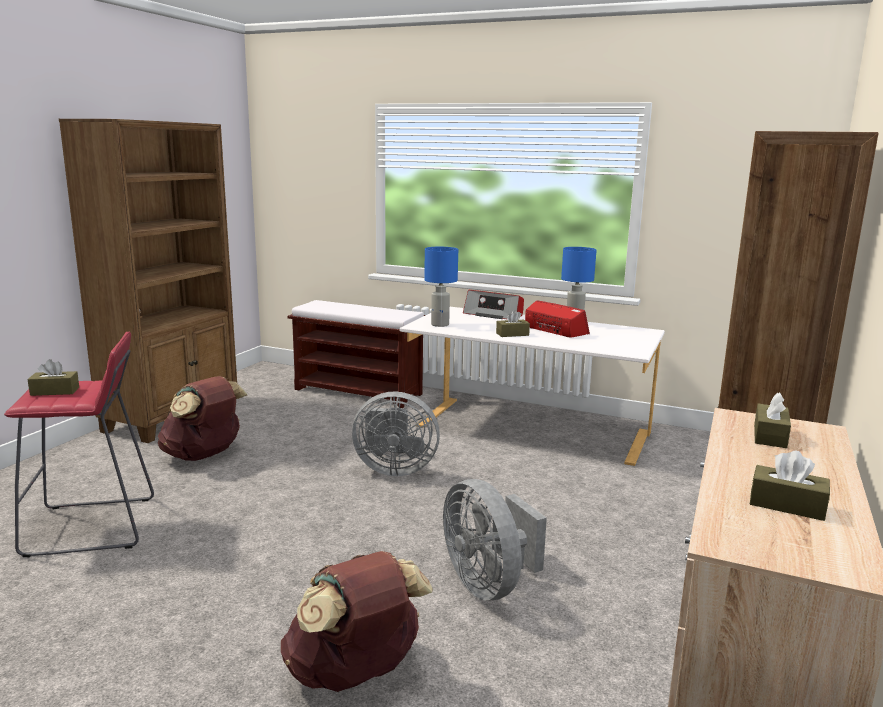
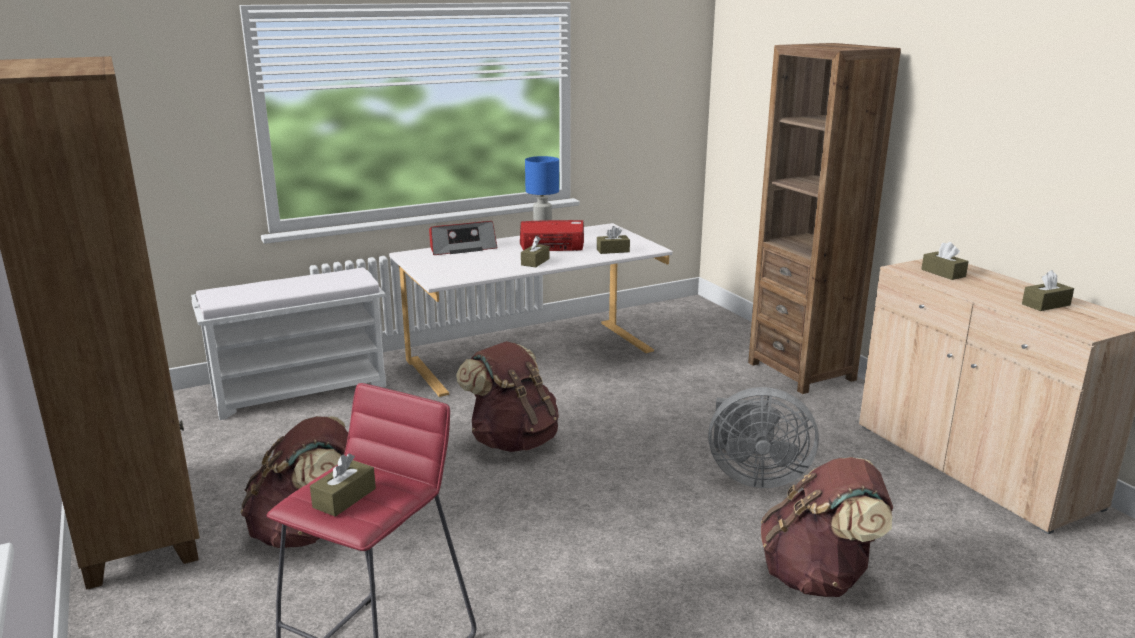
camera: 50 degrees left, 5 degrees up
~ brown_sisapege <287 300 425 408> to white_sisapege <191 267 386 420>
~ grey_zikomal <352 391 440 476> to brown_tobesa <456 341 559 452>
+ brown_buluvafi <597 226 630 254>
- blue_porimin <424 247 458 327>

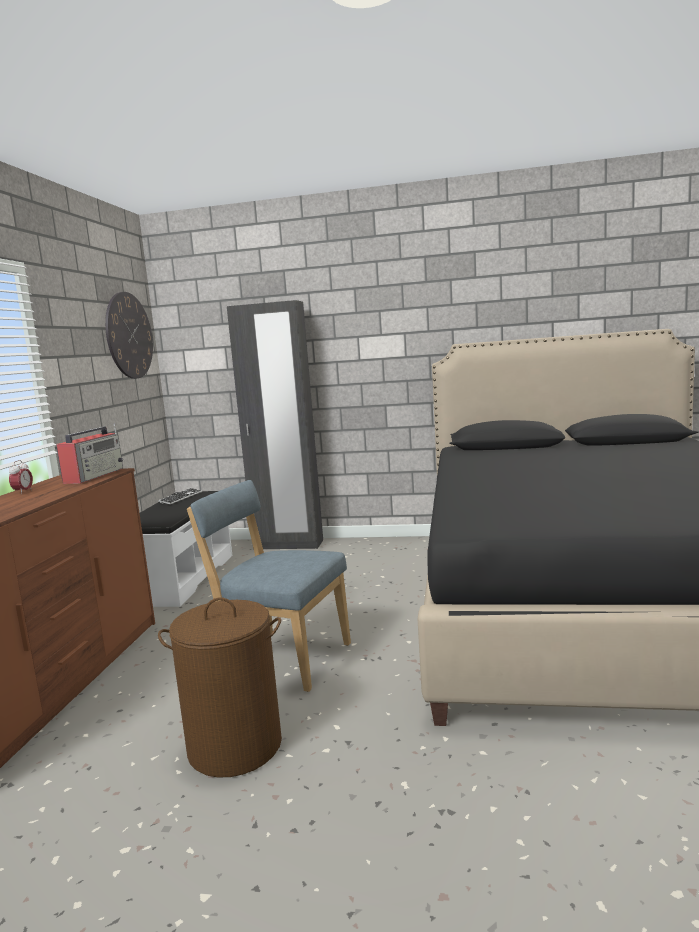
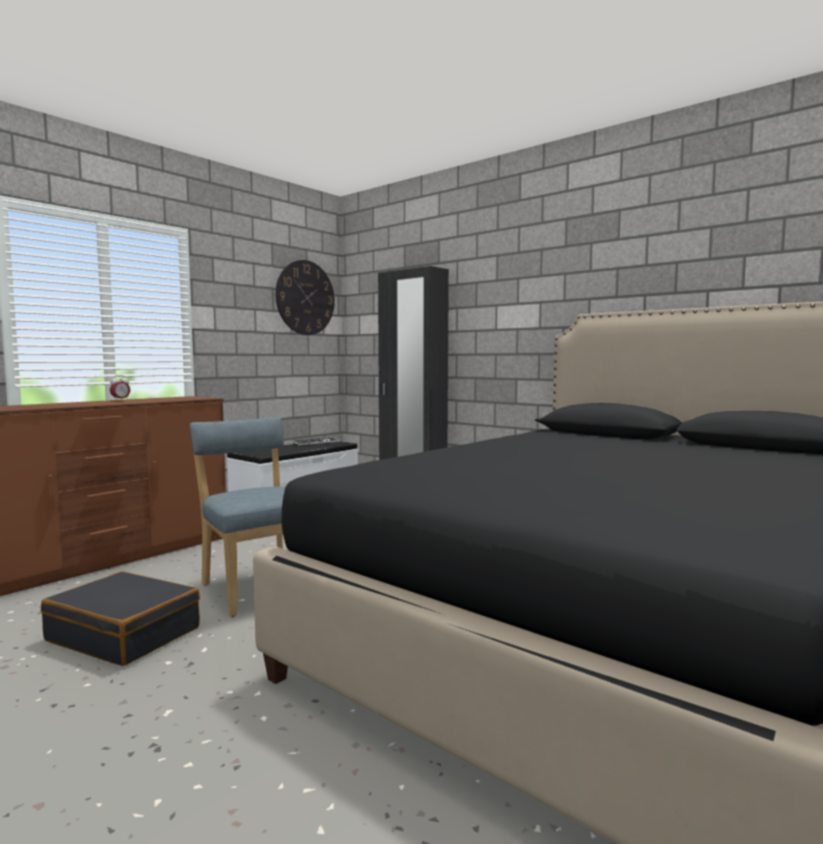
camera: 30 degrees right, 5 degrees down
~ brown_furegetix <158 597 282 778> to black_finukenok <41 571 200 666>
- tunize <56 423 123 484>

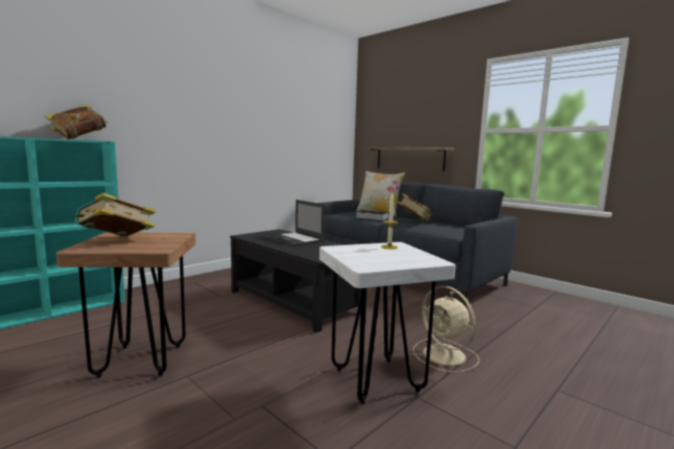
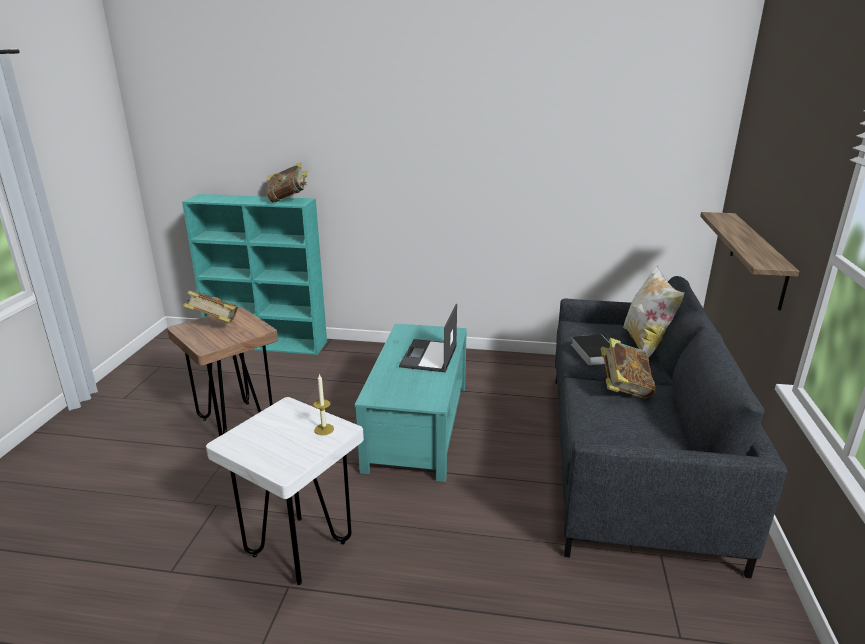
camera: 55 degrees right, 15 degrees up
~ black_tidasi <230 229 367 333> to turquoise_tidasi <355 324 467 482>
- beige_zikomal <413 286 479 372>

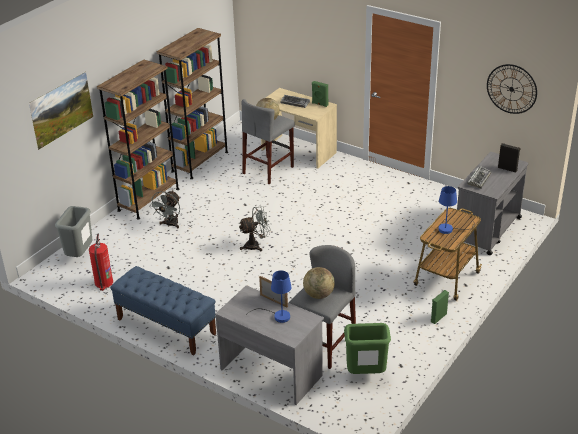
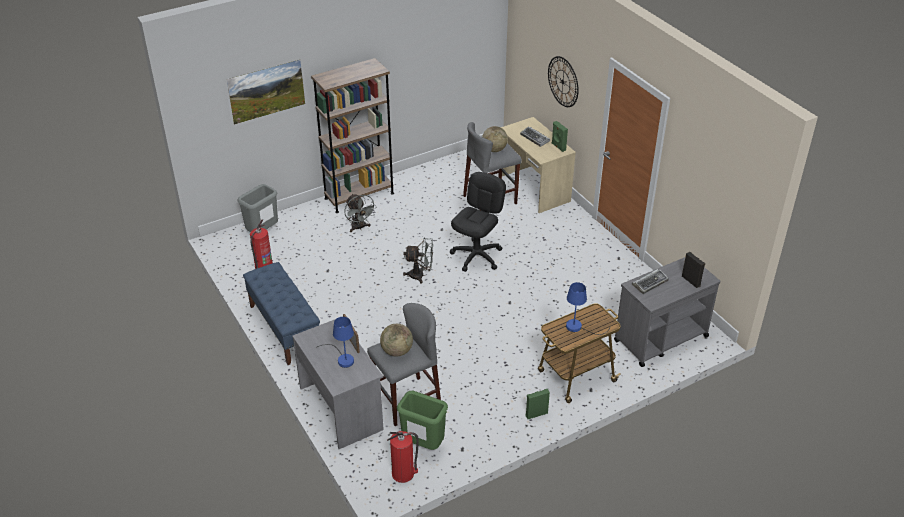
camera: 25 degrees right, 5 degrees up
~ grey_zikomal <149 190 180 228> = <344 194 375 232> 75 degrees counterclockwise
+ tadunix <387 431 419 483>
+ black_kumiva <450 172 506 272>
~ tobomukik <487 64 537 114> to <548 56 579 107>
- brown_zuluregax <157 28 228 179>

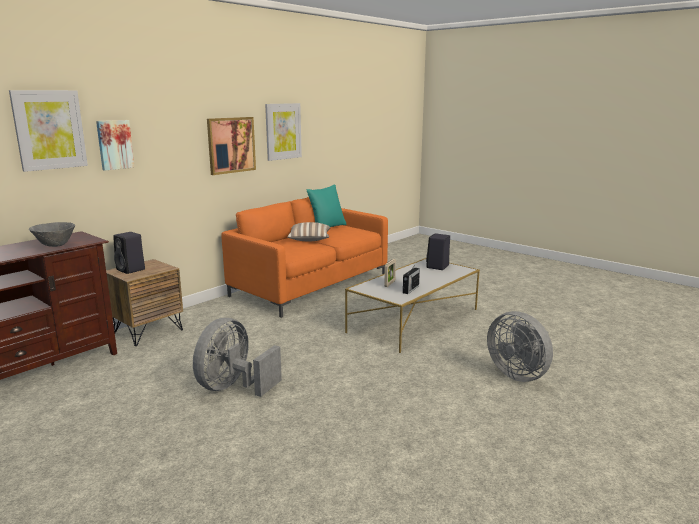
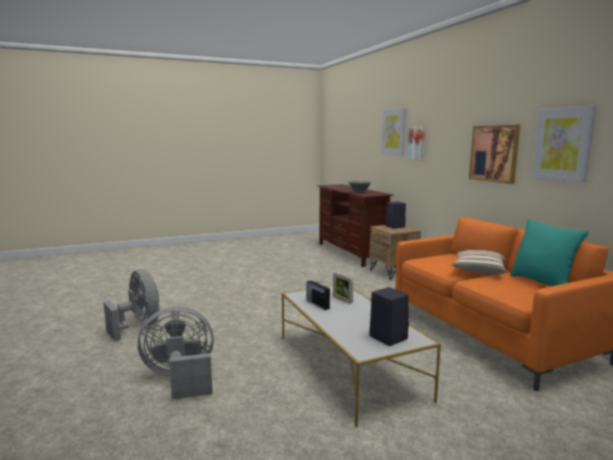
camera: 115 degrees right, 5 degrees down
~ grey_zikomal <193 318 282 397> to <103 269 160 341>

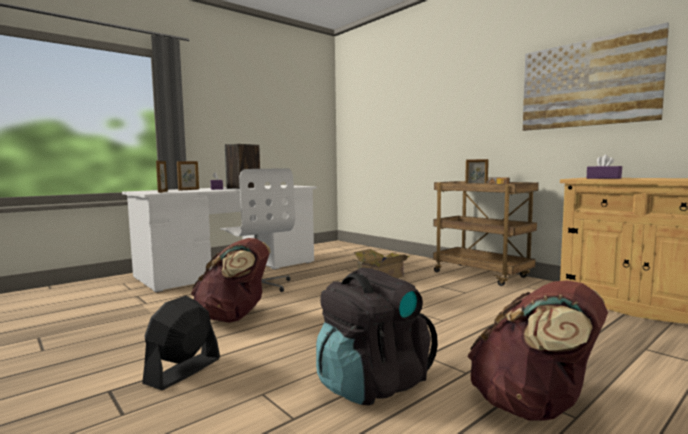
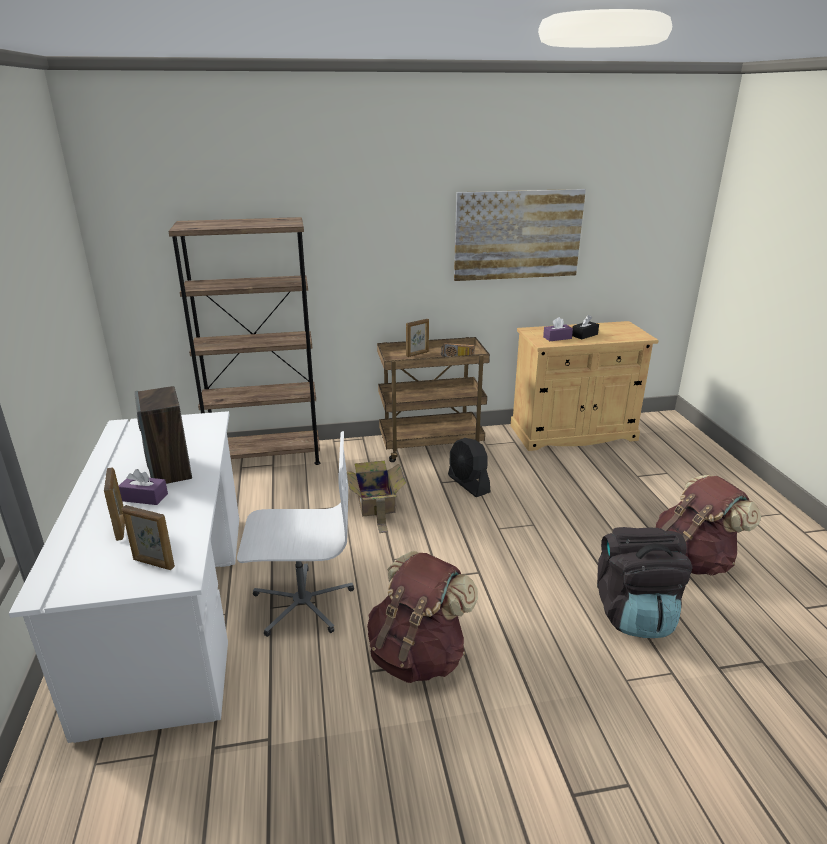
camera: 60 degrees left, 20 degrees up
+ brown_zuluregax <168 217 320 465>
~ black_zikomal <142 296 220 390> to <448 438 490 497>
+ black_buluvafi <572 315 599 339>

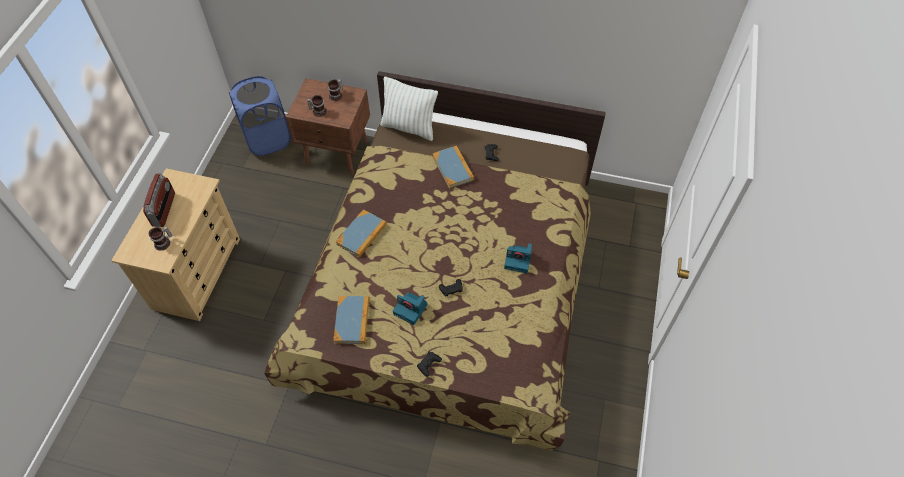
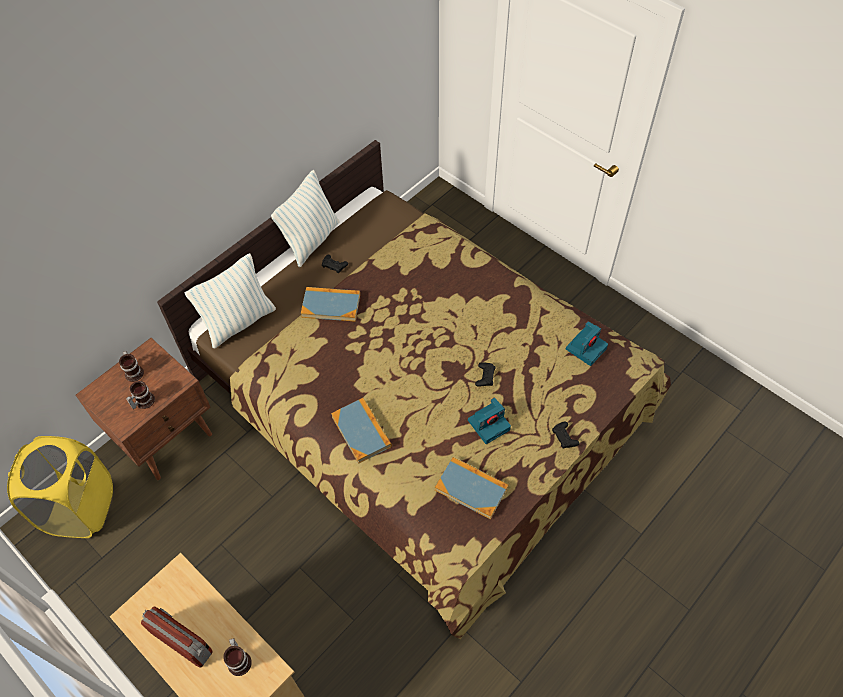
camera: 60 degrees left, 0 degrees up
~ blue_furegetix <229 76 291 156> to yellow_furegetix <7 436 113 538>
+ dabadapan <271 170 339 267>
~ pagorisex <504 243 532 273> to <566 322 608 366>

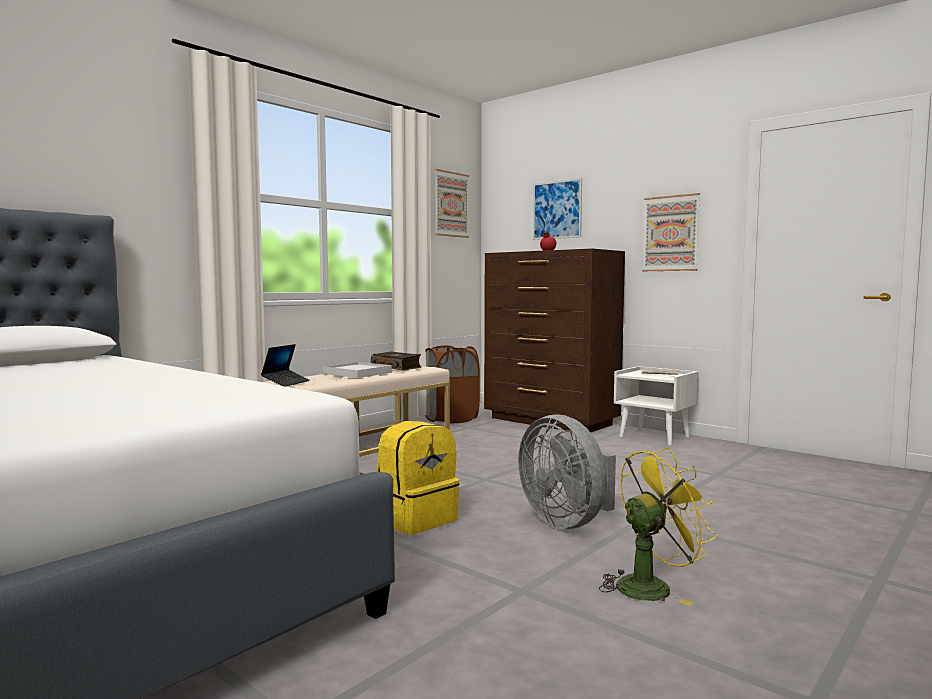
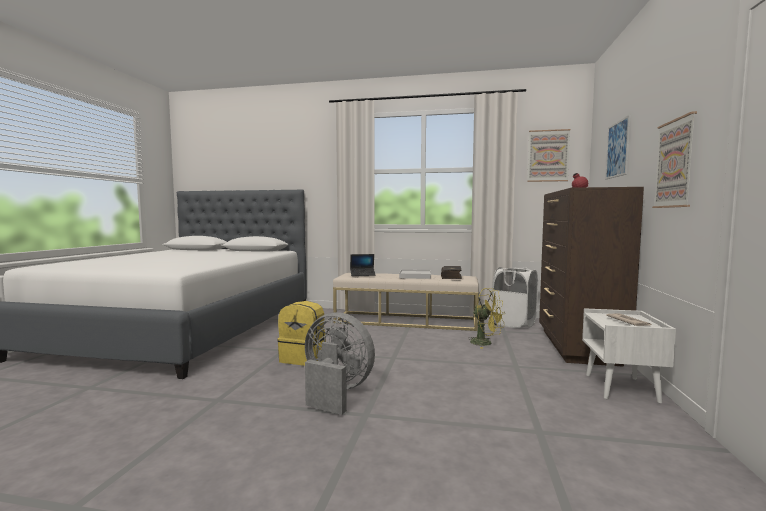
camera: 60 degrees right, 0 degrees up
~ grey_zikomal <518 414 616 529> = <305 312 375 415> 90 degrees clockwise
~ yellow_zikomal <599 448 717 606> to <467 288 505 349>
~ brown_furegetix <425 345 480 423> to white_furegetix <492 267 538 328>

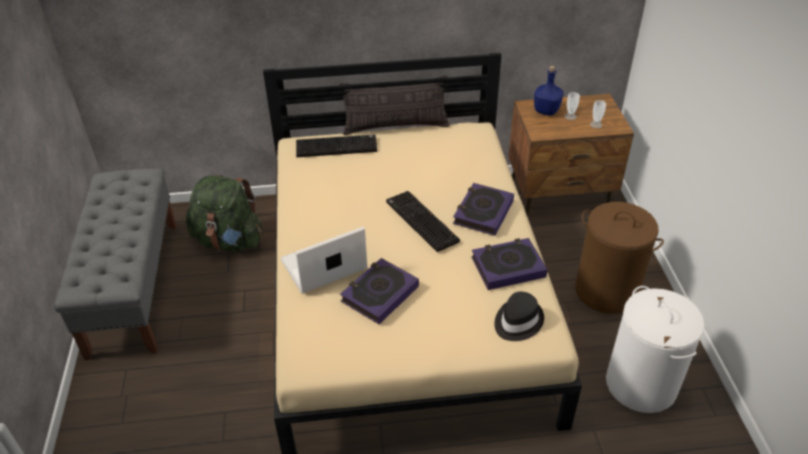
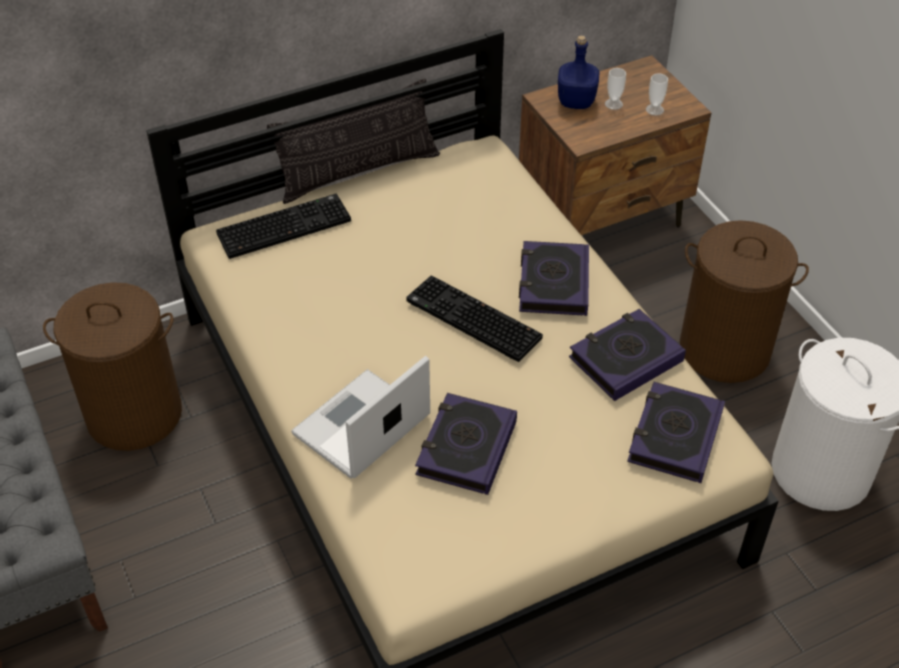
camera: 20 degrees left, 5 degrees up
~ green_tobesa <186 175 263 251> to brown_furegetix <43 282 182 451>
~ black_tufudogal <494 292 544 341> to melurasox <627 382 725 483>

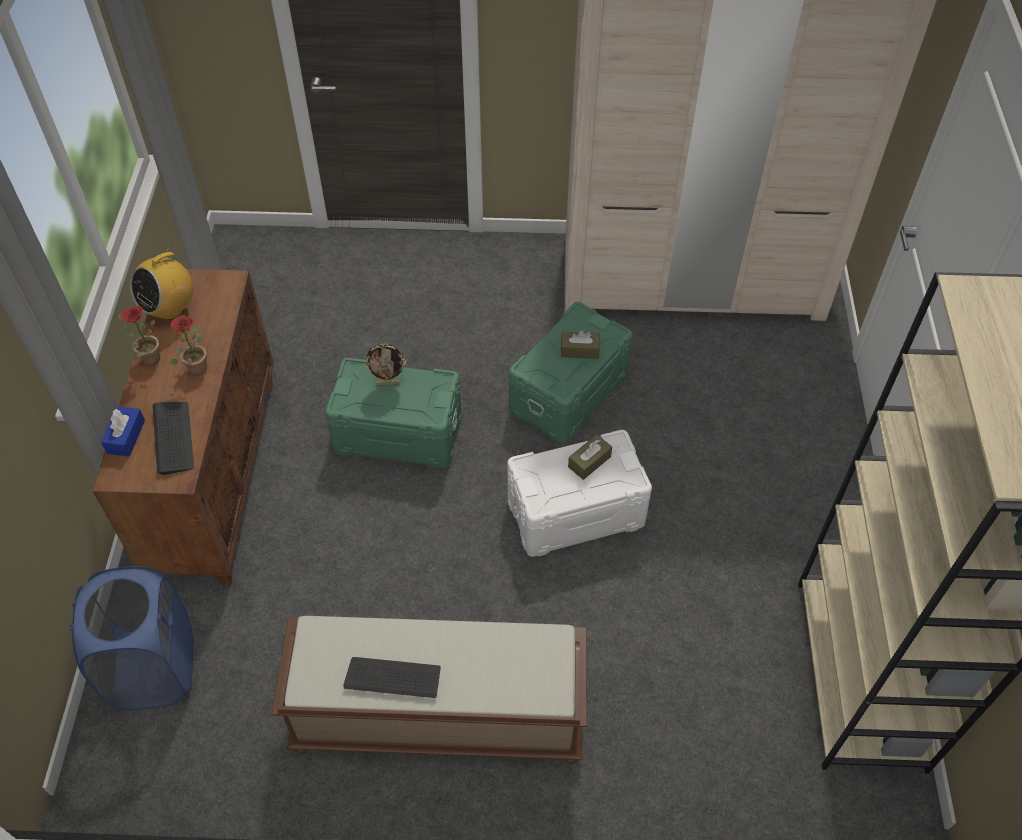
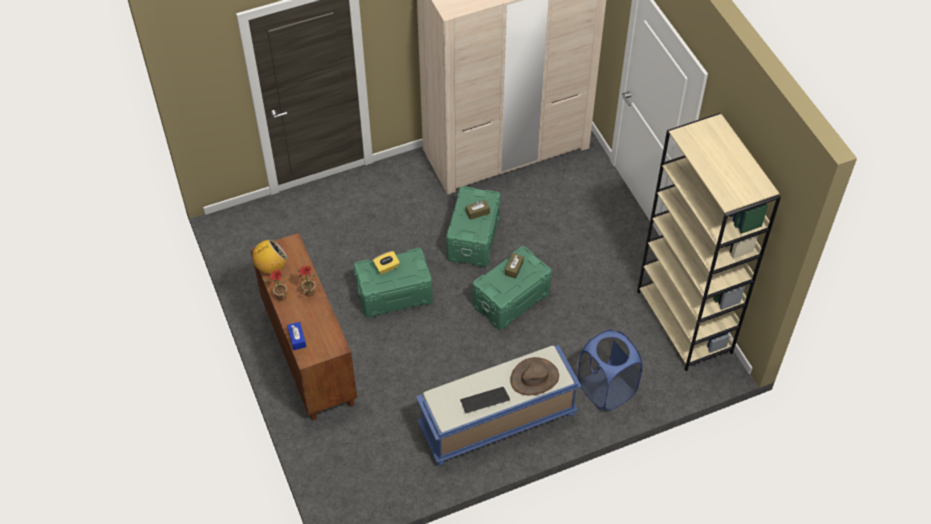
camera: 25 degrees left, 0 degrees up
~ tunize <130 245 193 320> = <252 240 287 274> 135 degrees counterclockwise
~ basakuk <364 343 406 386> to yellow_buluvafi <373 251 400 274>
~ brown_sisapege <271 616 587 764> to blue_sisapege <416 345 581 466>
~ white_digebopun <508 430 652 557> to green_digebopun <473 246 552 330>
+ brown_tufudogal <510 357 559 395>
~ blue_furegetix <70 566 193 710> to <578 329 642 411>
- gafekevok <153 402 194 475>

